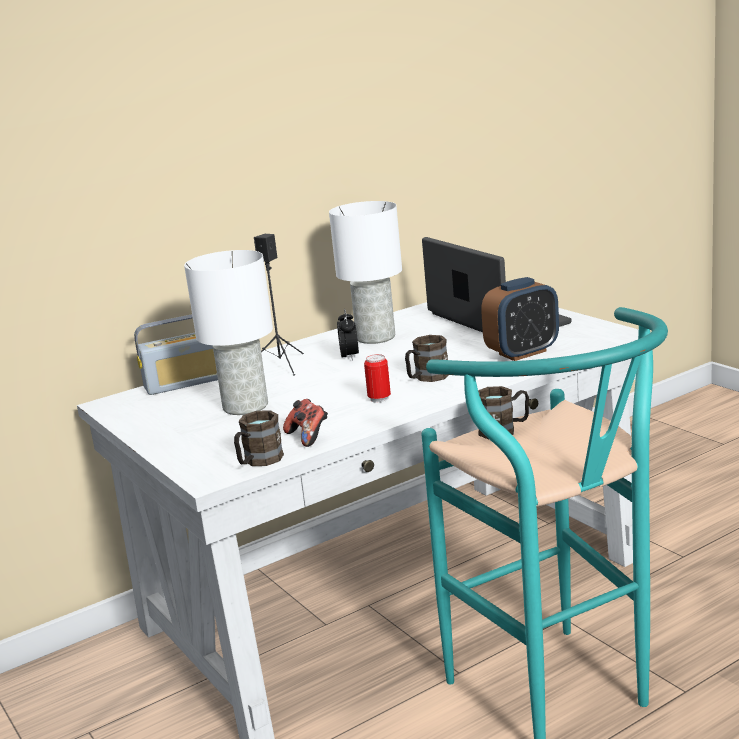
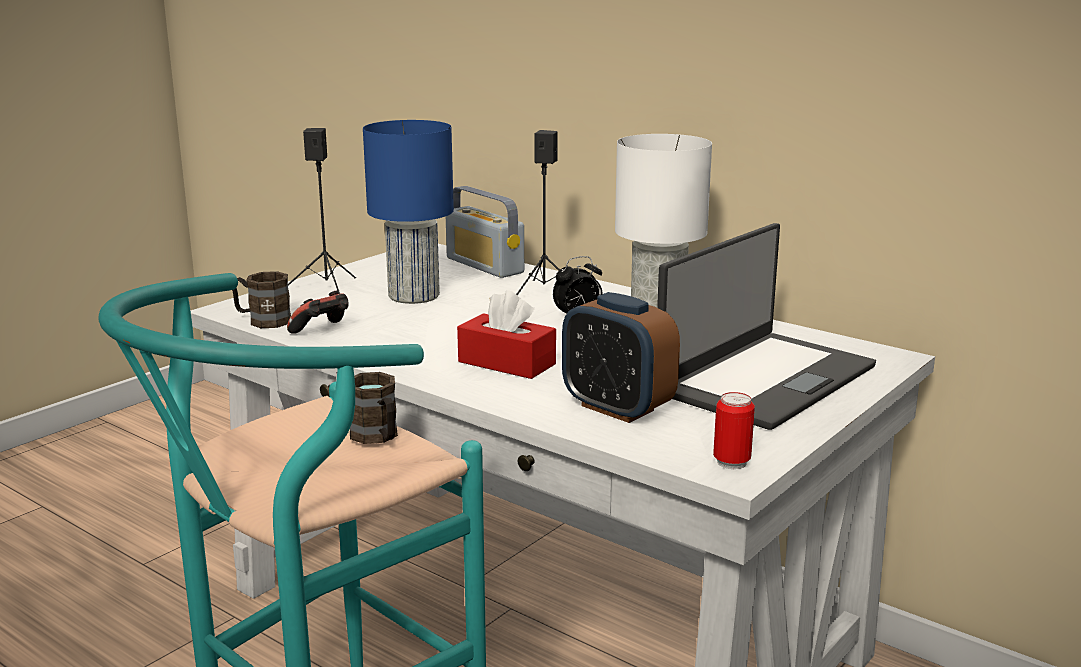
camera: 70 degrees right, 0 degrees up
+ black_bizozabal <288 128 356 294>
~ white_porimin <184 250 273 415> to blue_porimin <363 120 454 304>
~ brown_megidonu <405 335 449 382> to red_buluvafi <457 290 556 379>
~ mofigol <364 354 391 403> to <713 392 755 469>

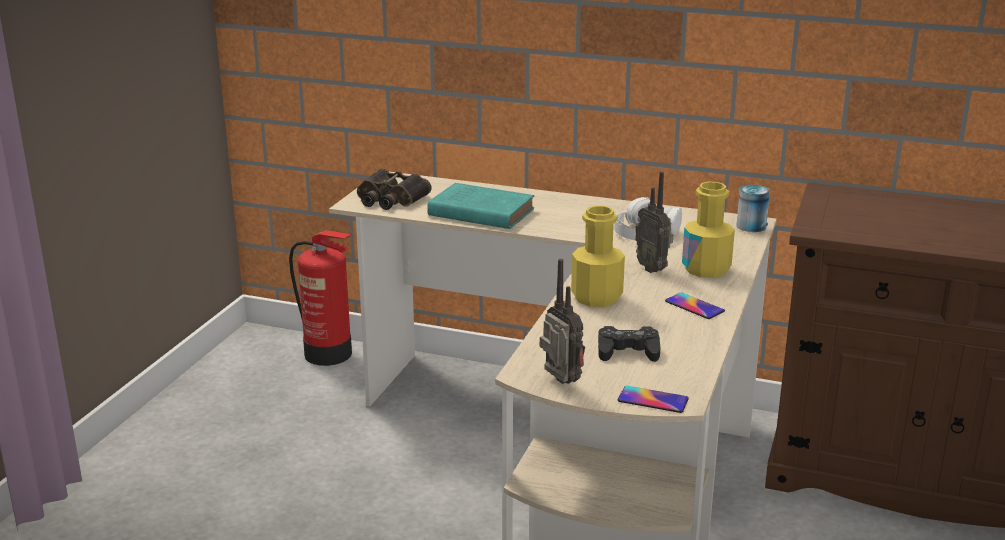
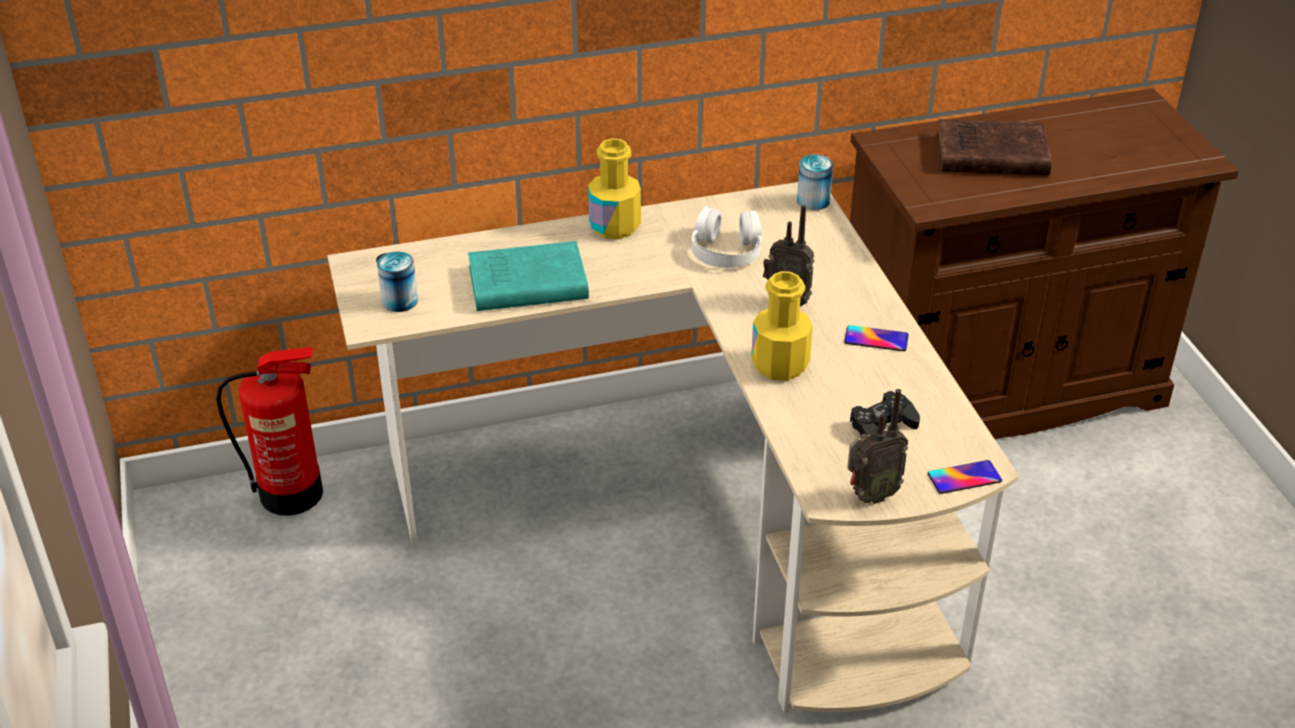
camera: 35 degrees left, 15 degrees up
~ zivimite <357 169 432 210> to mofigol <377 252 418 312>
~ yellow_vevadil <682 182 735 278> to <588 138 641 239>
~ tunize <540 259 585 384> = <847 389 908 504> 135 degrees clockwise
+ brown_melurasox <937 119 1052 176>

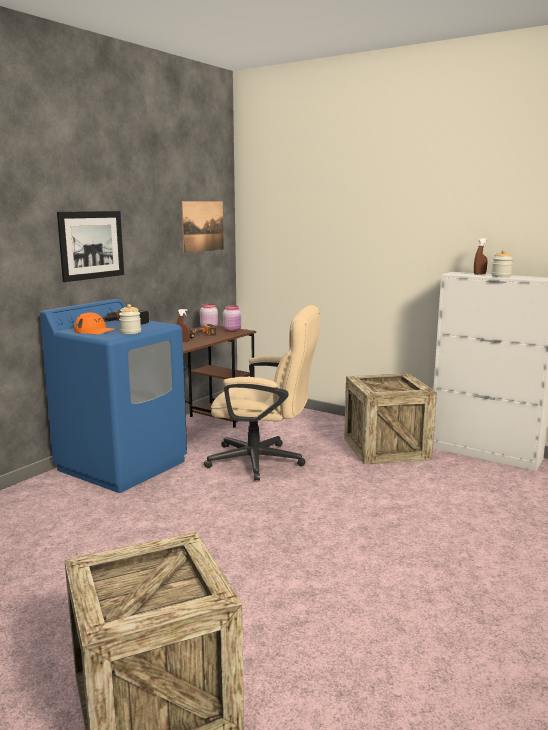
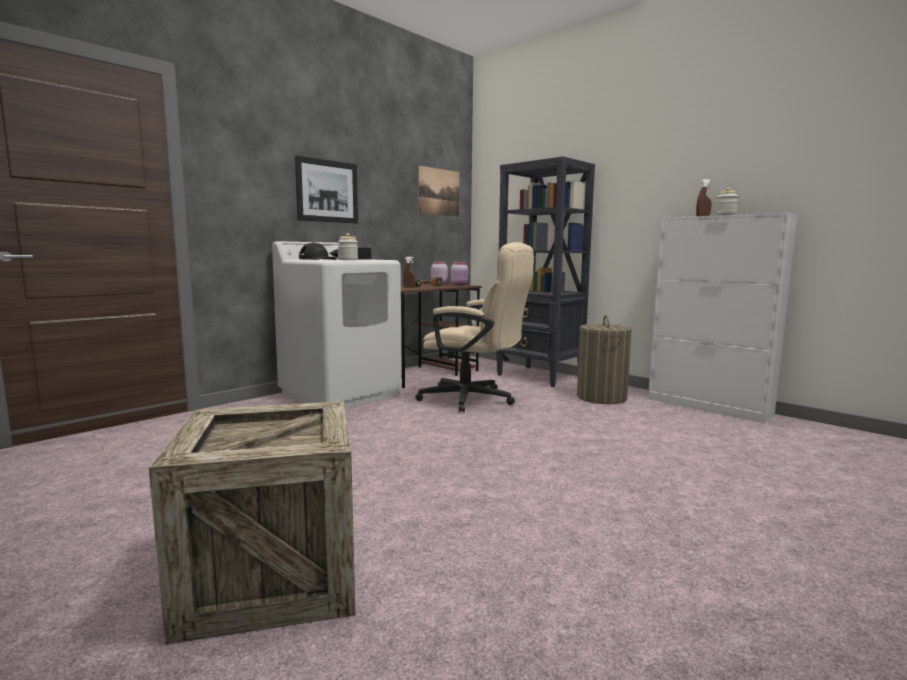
camera: 10 degrees right, 5 degrees down
~ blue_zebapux <40 299 187 493> to white_zebapux <272 241 402 408>
~ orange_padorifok <74 312 117 335> to black_padorifok <299 242 337 260>
+ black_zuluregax <496 156 595 387>
~ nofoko <344 373 437 465> to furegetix <577 315 632 404>

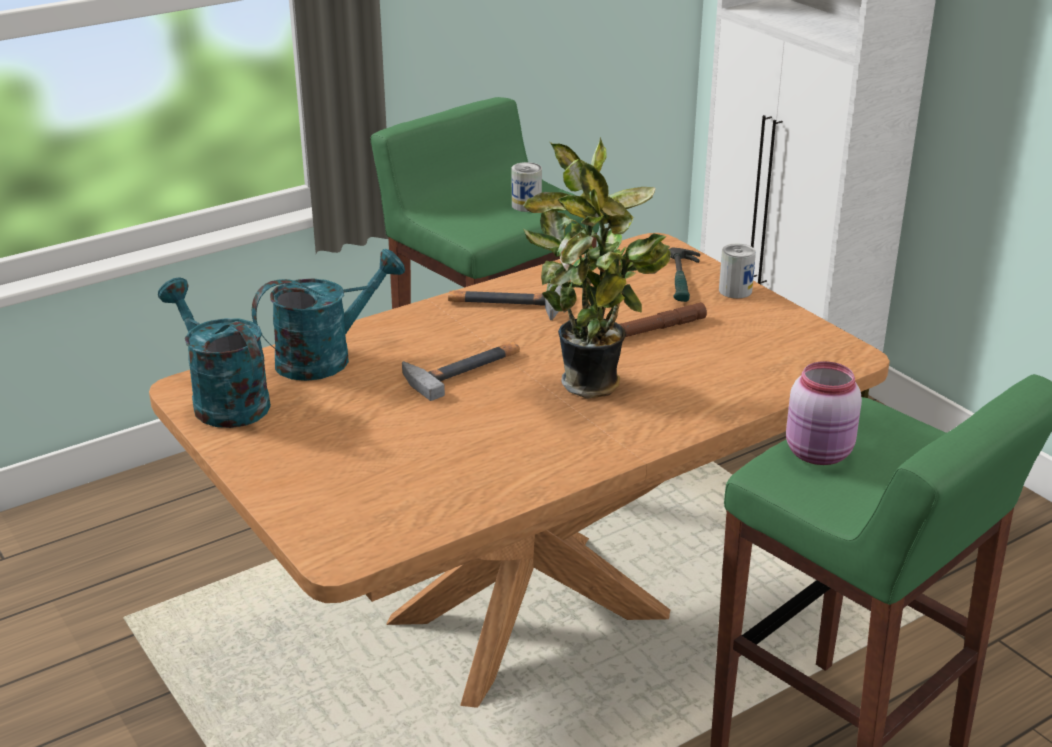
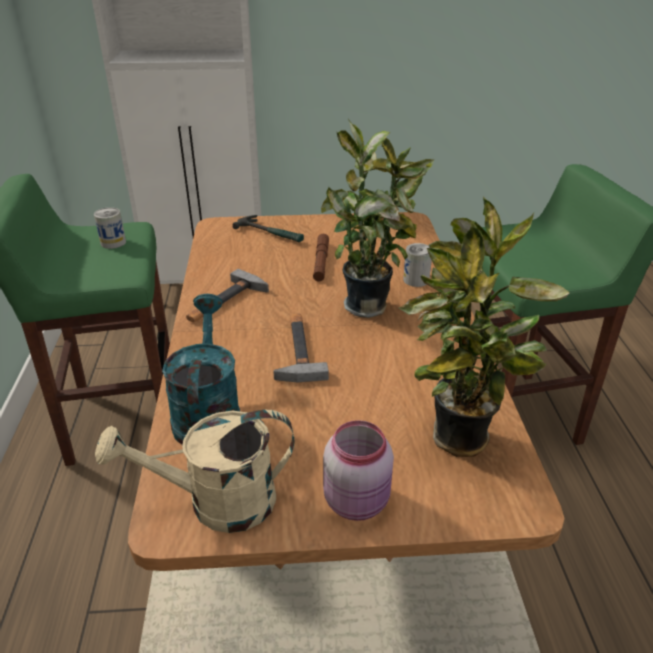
camera: 60 degrees left, 5 degrees up
~ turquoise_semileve <158 278 271 428> to beige_semileve <95 410 295 533>
~ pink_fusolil <786 361 862 465> to <323 420 394 521>
+ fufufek <399 196 569 457>
~ mofigol <719 243 756 298> to <403 243 432 287>

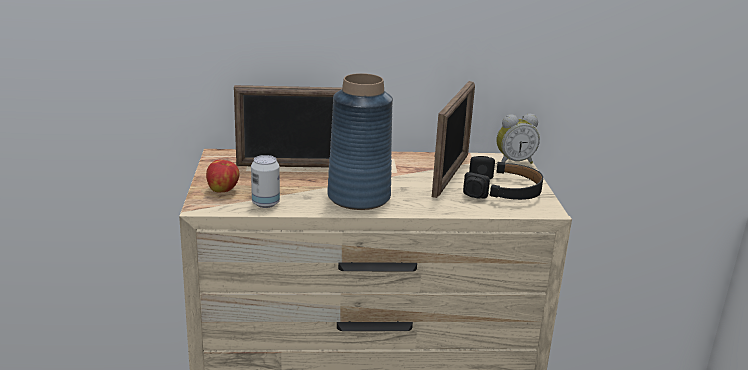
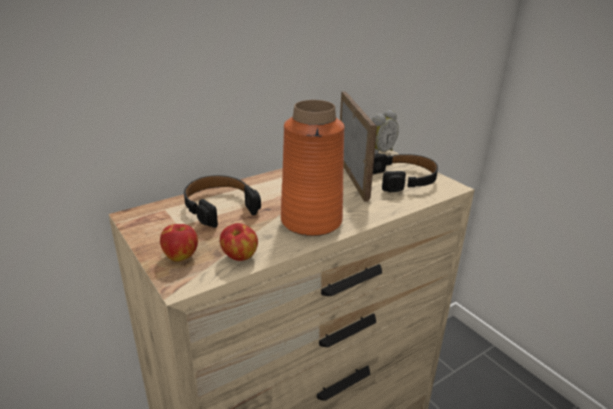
camera: 30 degrees left, 5 degrees up
~ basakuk <234 85 342 167> to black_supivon <184 175 261 228>
~ mofigol <251 155 280 208> to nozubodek <220 223 258 261>
~ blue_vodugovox <327 73 393 210> to orange_vodugovox <281 100 345 236>

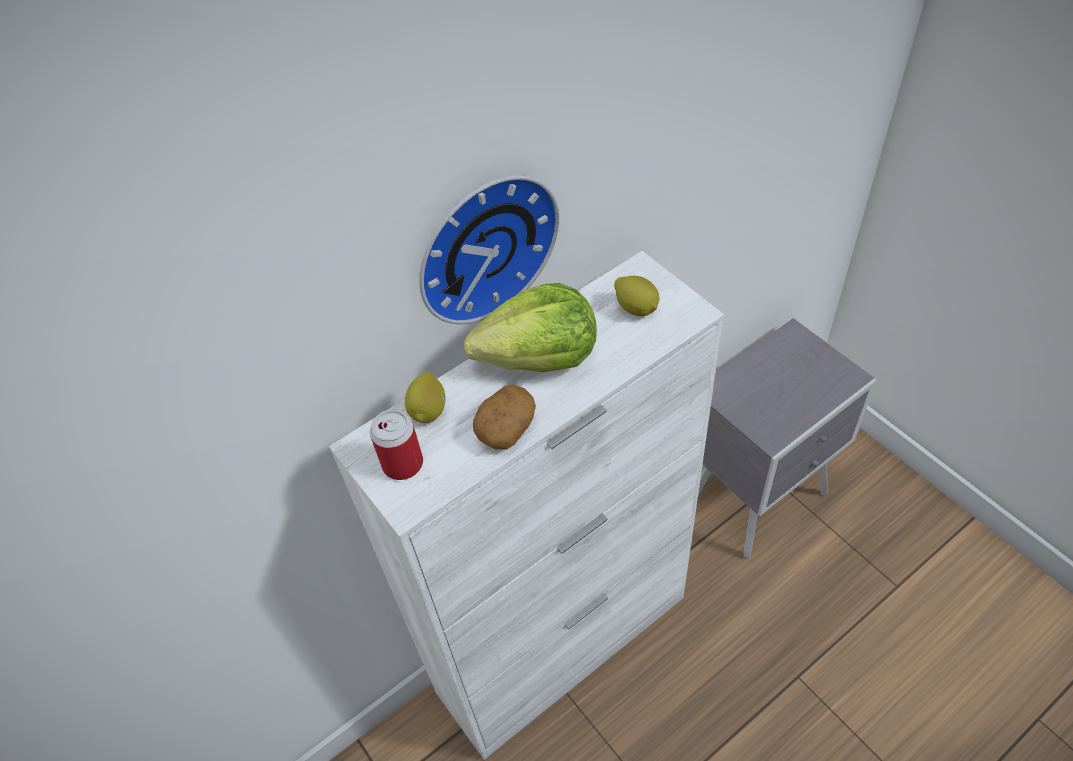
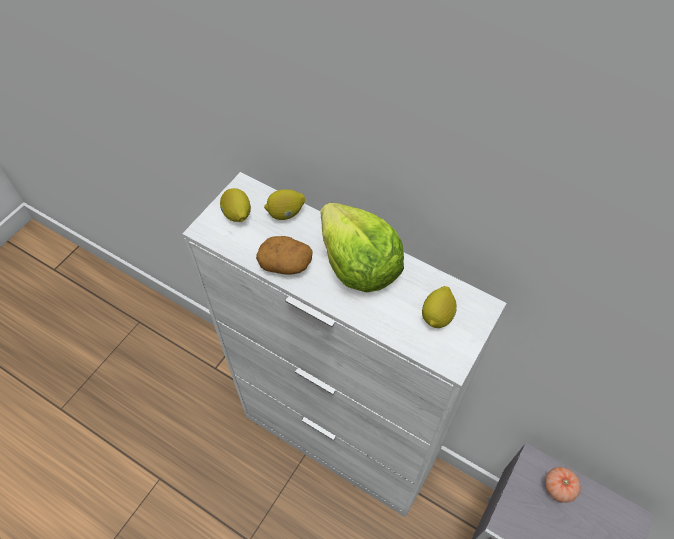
camera: 65 degrees right, 5 degrees up
~ mofigol <370 410 423 480> to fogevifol <220 188 251 222>
+ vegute <545 467 581 503>
- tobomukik <419 175 559 324>

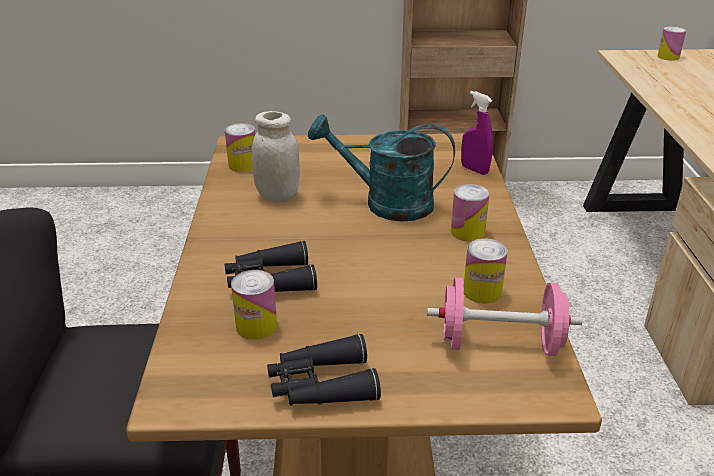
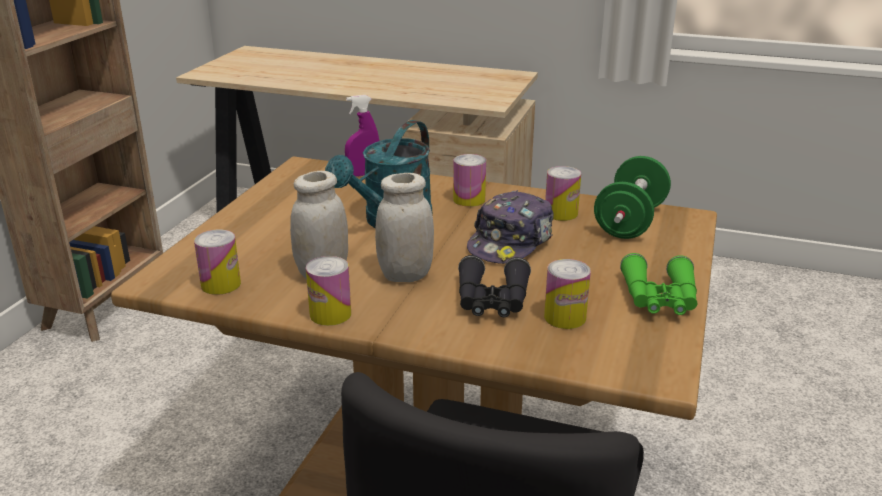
camera: 70 degrees left, 5 degrees down
~ mofigol <657 26 686 61> to <306 256 351 326>
+ white_fusolil <375 173 434 282>
+ padorifok <467 190 554 264>
~ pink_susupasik <427 278 583 356> to green_susupasik <594 156 671 239>
~ black_zivimite <267 334 381 406> to green_zivimite <620 253 697 315>

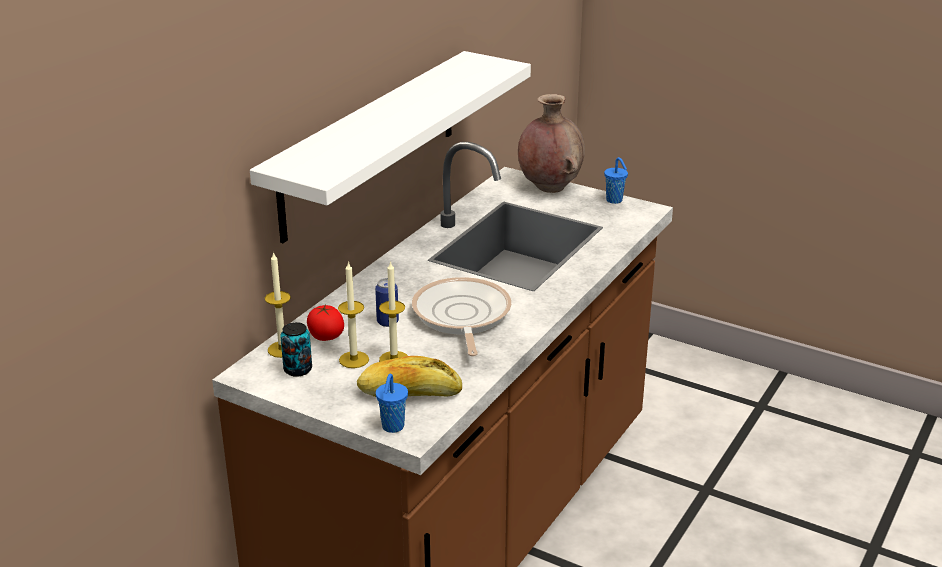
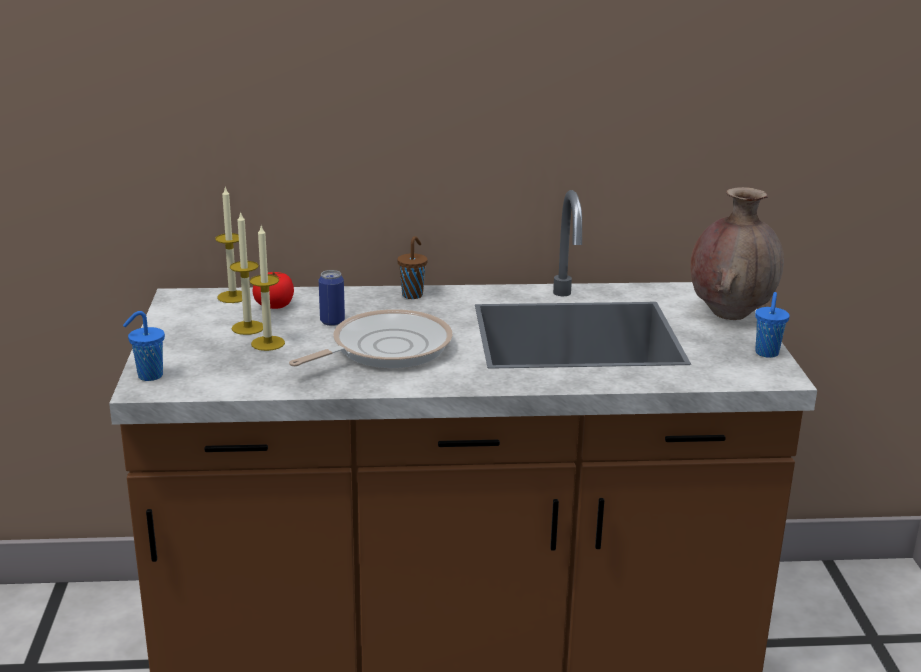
camera: 55 degrees right, 5 degrees down
+ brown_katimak <397 236 428 299>
- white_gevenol <250 51 531 243>
- mofigol <280 322 312 377>
- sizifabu <357 356 462 397>

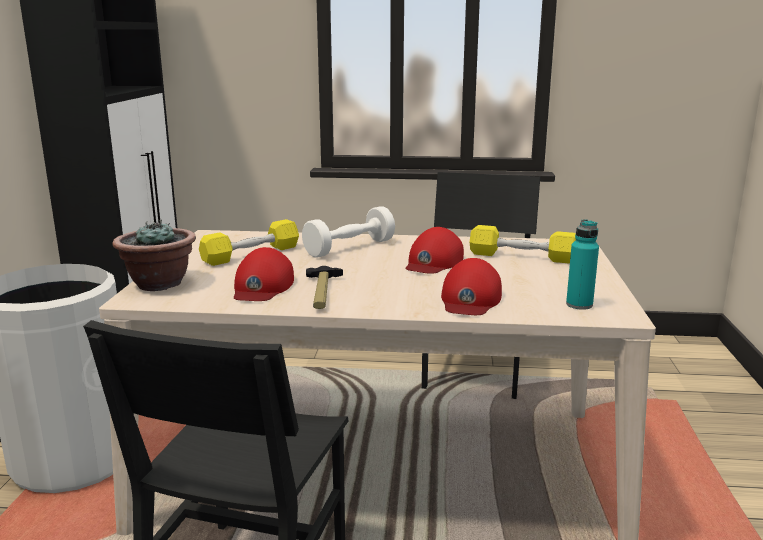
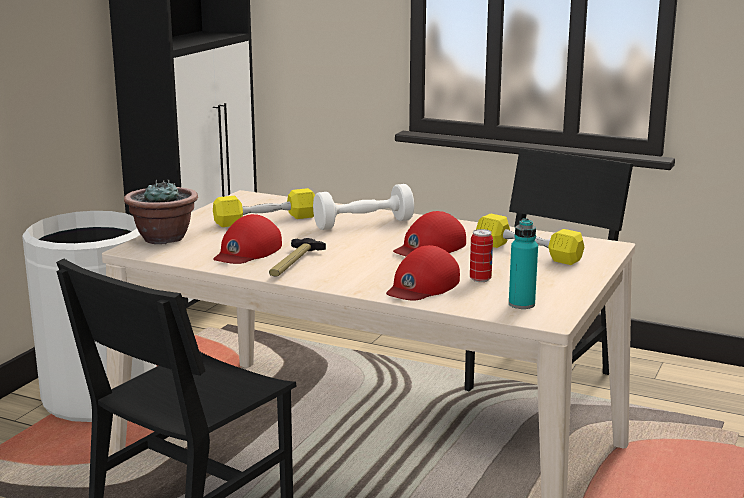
camera: 20 degrees right, 0 degrees up
+ mofigol <470 229 493 282>

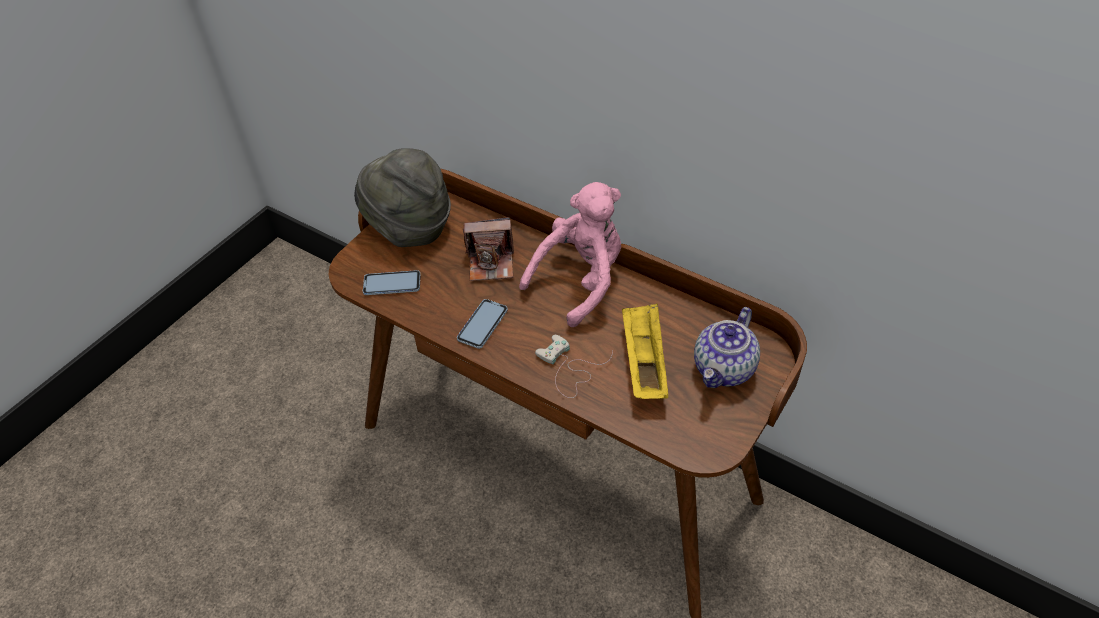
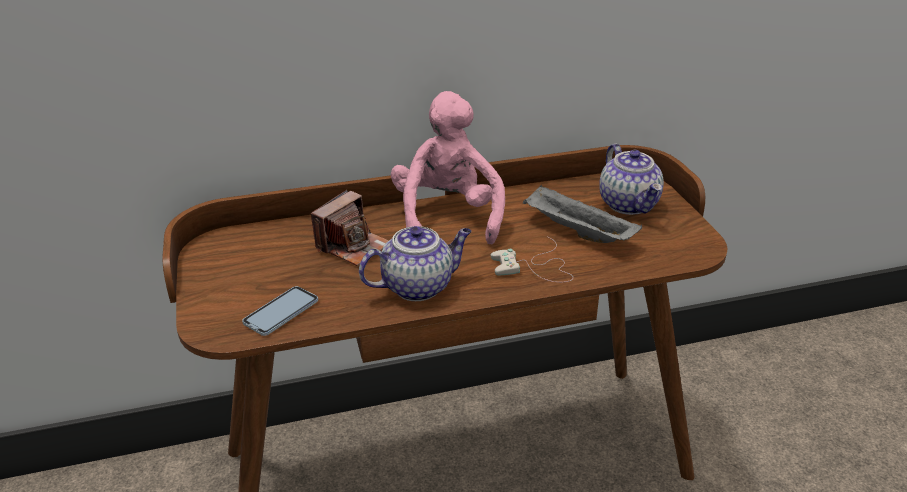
camera: 50 degrees left, 15 degrees down
~ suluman <457 299 508 349> to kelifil <359 226 472 301>
~ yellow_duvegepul <622 303 668 399> to grey_duvegepul <523 185 642 243>
- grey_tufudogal <354 148 451 247>

